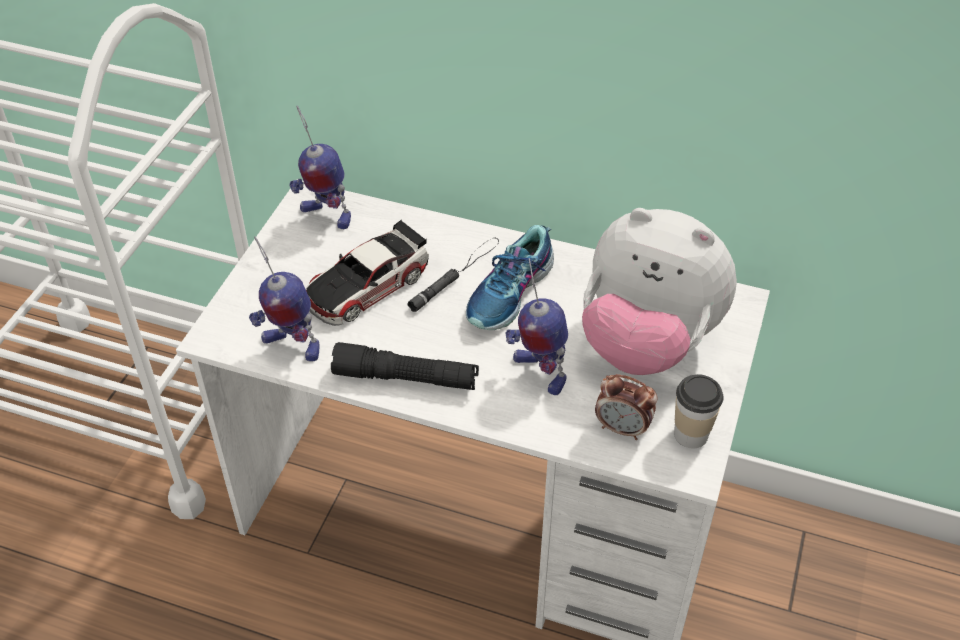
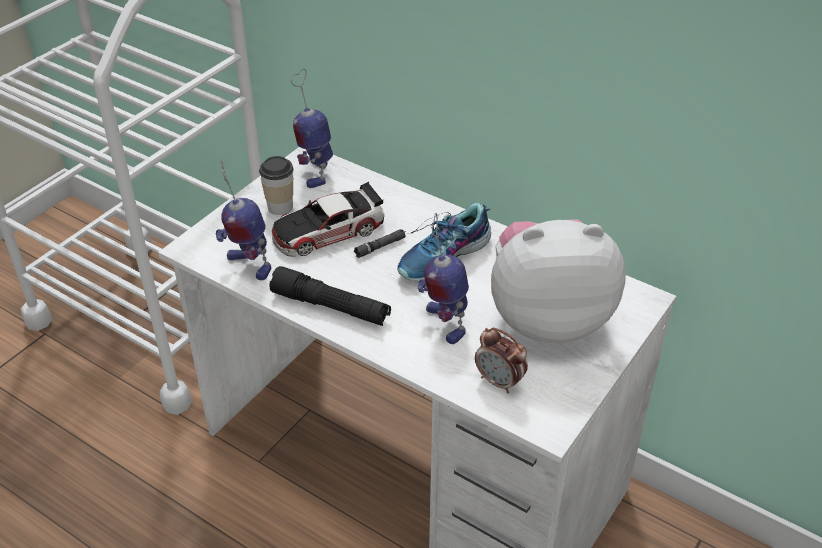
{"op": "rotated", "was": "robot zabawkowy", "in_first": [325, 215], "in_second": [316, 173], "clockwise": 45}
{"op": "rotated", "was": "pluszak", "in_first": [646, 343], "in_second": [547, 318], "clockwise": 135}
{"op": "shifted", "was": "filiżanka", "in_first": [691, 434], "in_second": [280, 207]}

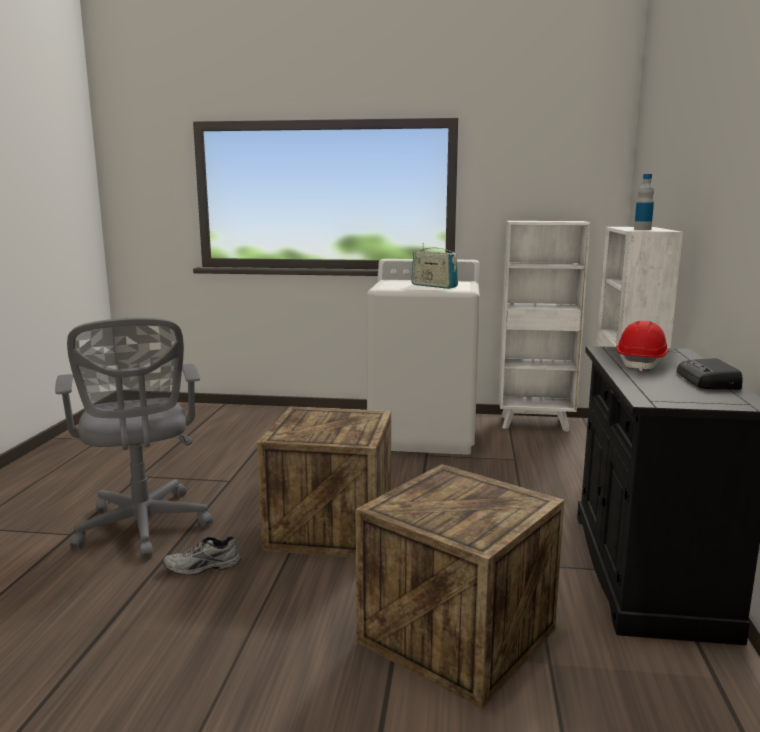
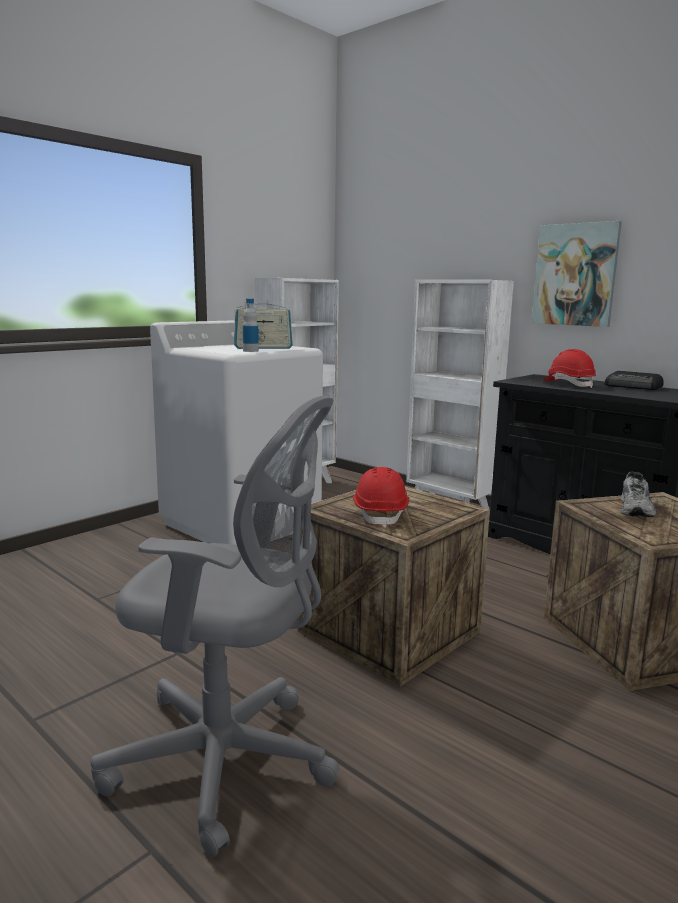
{"op": "shifted", "was": "but/szary", "in_first": [202, 567], "in_second": [637, 510]}
{"op": "shifted", "was": "butelka", "in_first": [642, 229], "in_second": [250, 351]}
{"op": "new", "now": "kask/czerwony", "in_second": [380, 514]}
{"op": "new", "now": "obraz", "in_second": [575, 275]}

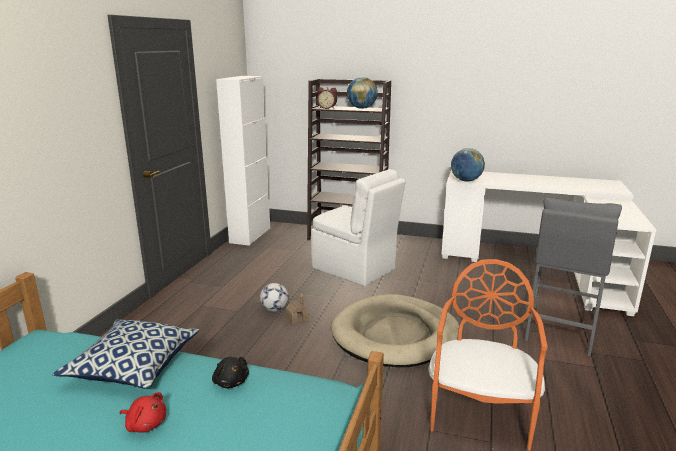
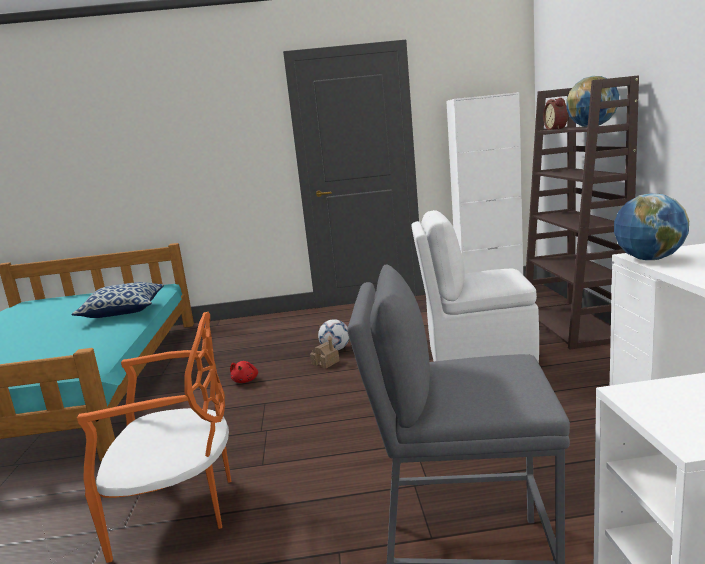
{"op": "shifted", "was": "pluszak/czerwony", "in_first": [145, 424], "in_second": [246, 380]}
{"op": "gone", "was": "pluszak/czarny", "in_first": [230, 381]}
{"op": "rotated", "was": "krzesło/biały", "in_first": [355, 269], "in_second": [477, 355], "clockwise": 75}
{"op": "gone", "was": "legowisko/beżowy", "in_first": [395, 335]}

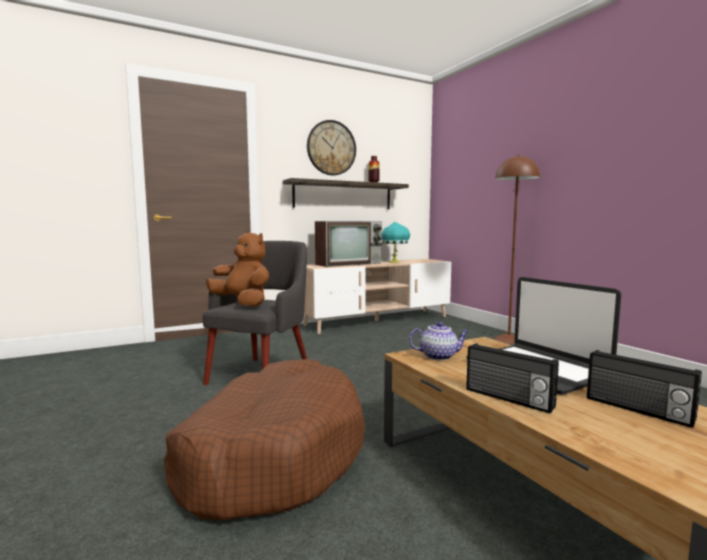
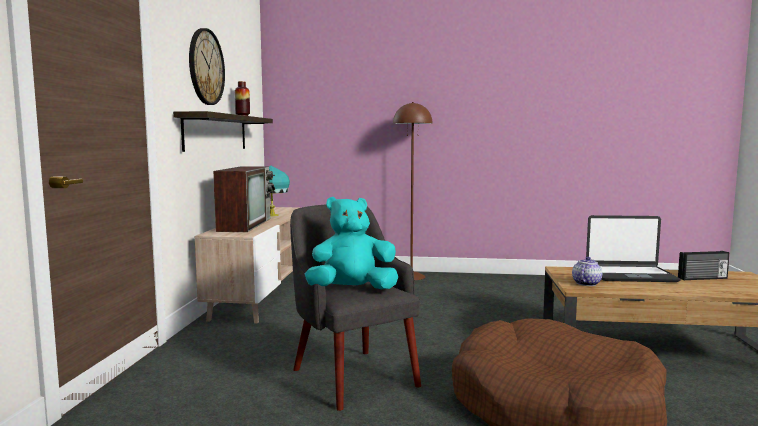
{"op": "repainted", "was": "pluszak/brązowy", "now": "pluszak/turkusowy", "in_first": [243, 303], "in_second": [352, 290]}
{"op": "gone", "was": "radio", "in_first": [508, 399]}

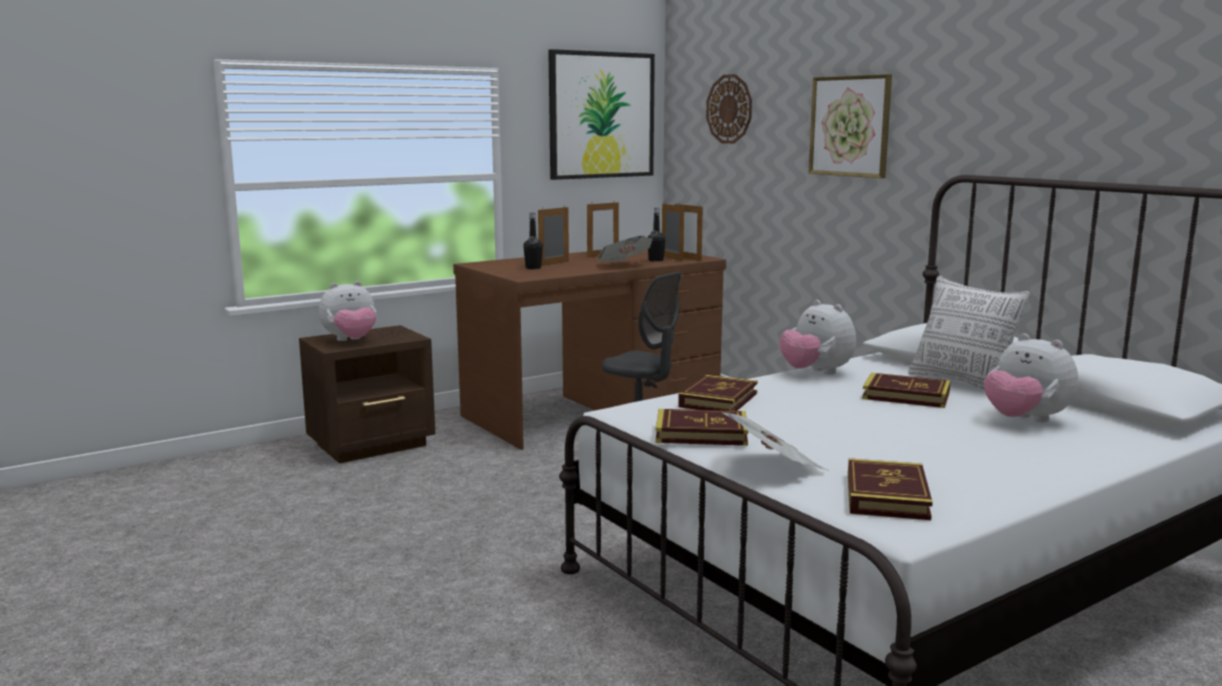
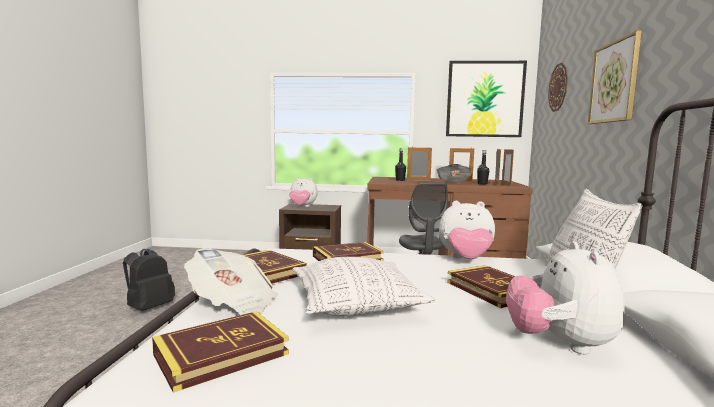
{"op": "rotated", "was": "pluszak", "in_first": [816, 372], "in_second": [465, 260], "clockwise": -90}
{"op": "new", "now": "plecak/czarny", "in_second": [149, 308]}
{"op": "new", "now": "poduszka", "in_second": [356, 304]}

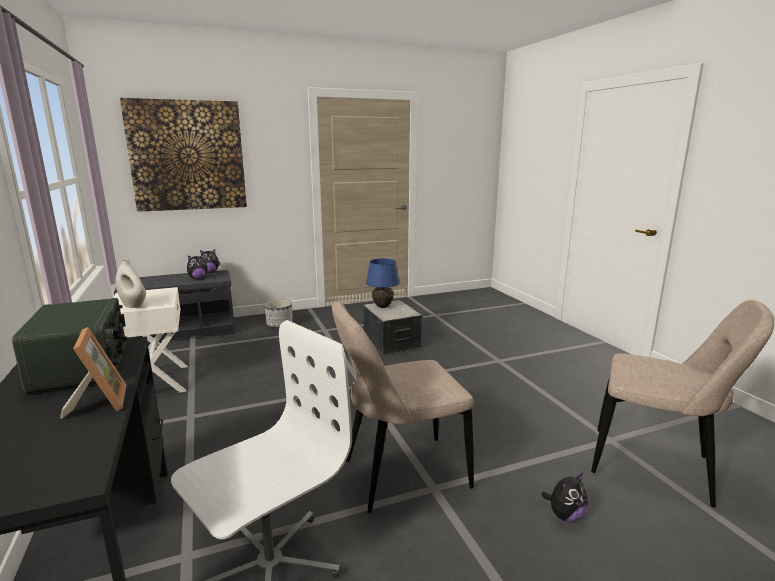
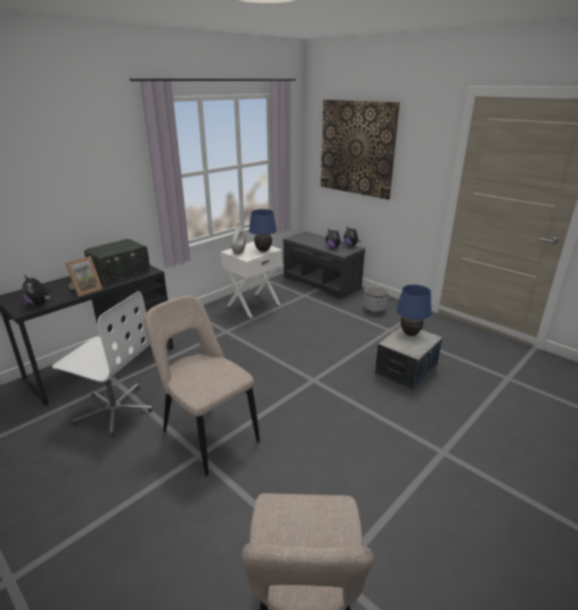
{"op": "shifted", "was": "pluszak", "in_first": [564, 515], "in_second": [39, 304]}
{"op": "new", "now": "lampa stołowa/niebieski", "in_second": [263, 251]}

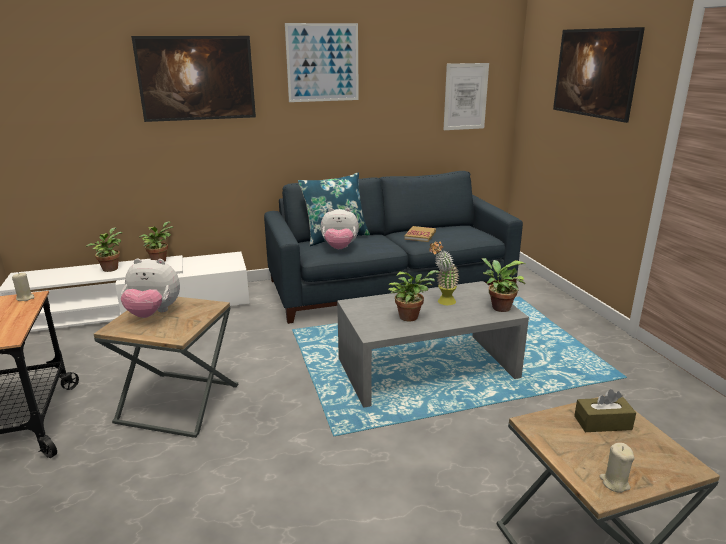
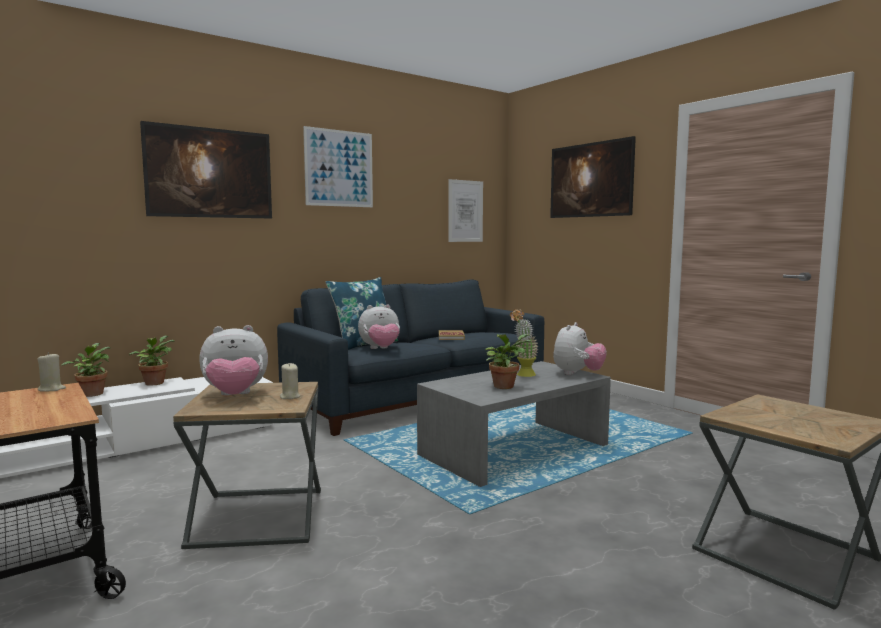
{"op": "swapped", "was": "roślina doniczkowa", "now": "pluszak", "in_first": [498, 307], "in_second": [577, 374]}
{"op": "gone", "was": "pudełko chusteczek/brązowy", "in_first": [602, 423]}
{"op": "shifted", "was": "świeca/beżowy", "in_first": [614, 483], "in_second": [289, 397]}

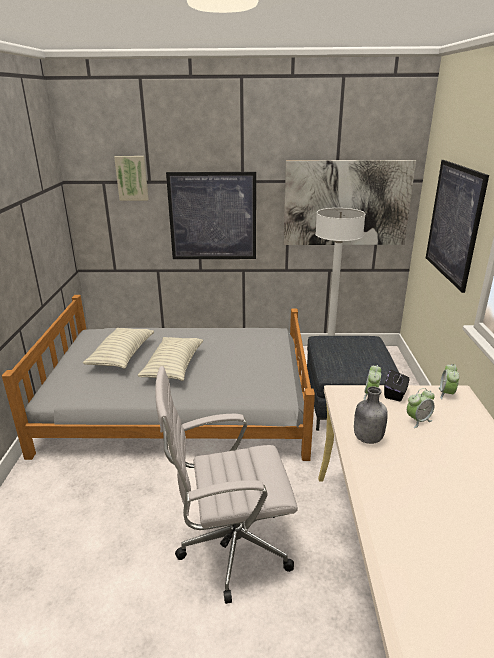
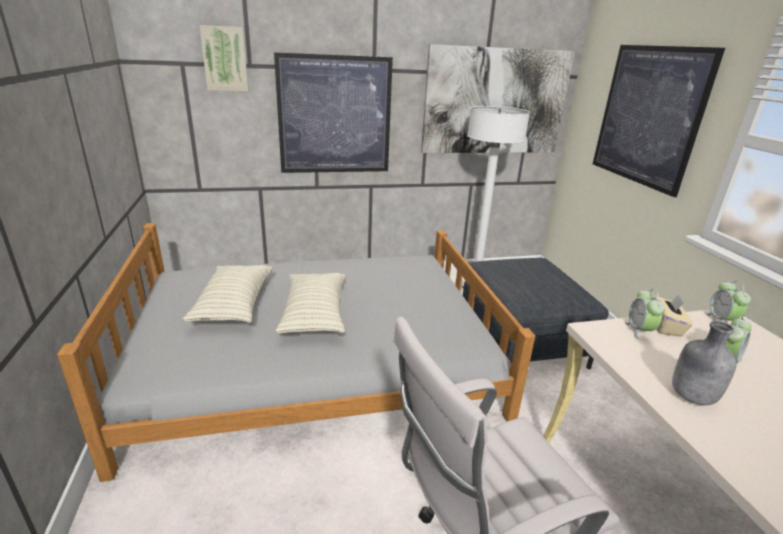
{"op": "repainted", "was": "pudełko chusteczek/czarny", "now": "pudełko chusteczek/beżowy", "in_first": [395, 393], "in_second": [665, 326]}

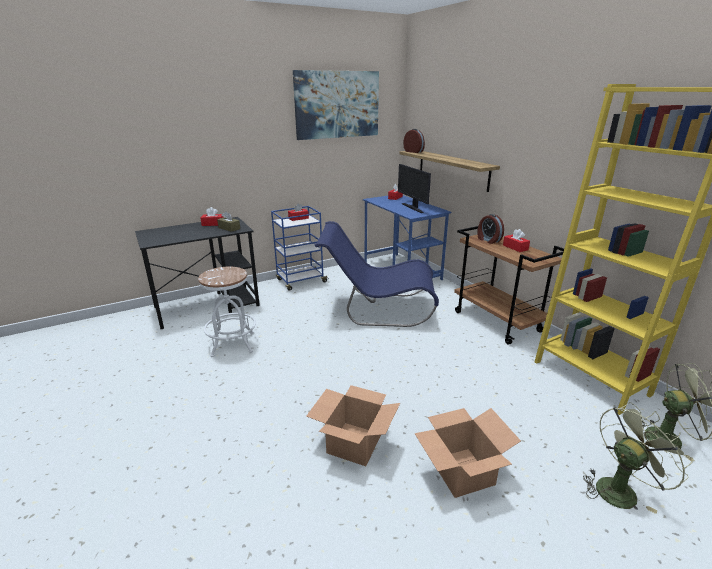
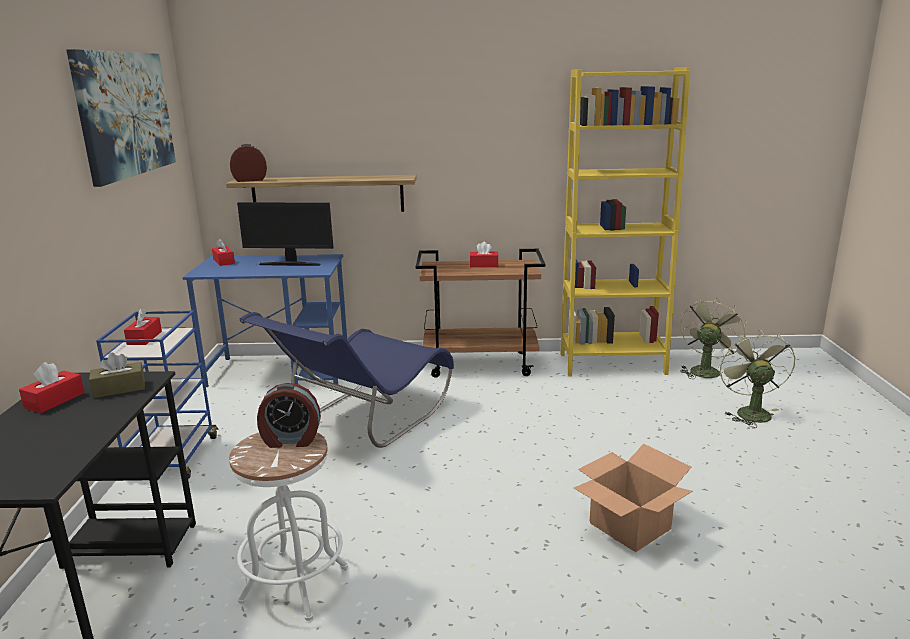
{"op": "gone", "was": "karton", "in_first": [463, 472]}
{"op": "shifted", "was": "budzik", "in_first": [488, 240], "in_second": [291, 440]}

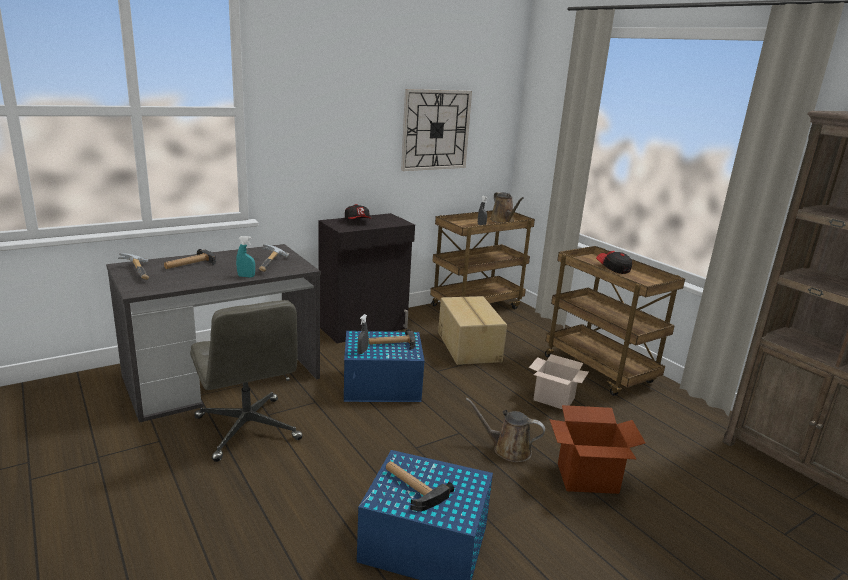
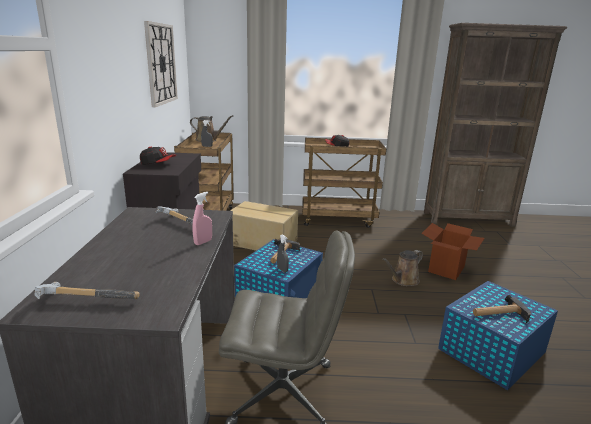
{"op": "gone", "was": "młotek", "in_first": [189, 264]}
{"op": "repainted", "was": "spryskiwacz/turkusowy", "now": "spryskiwacz/różowy", "in_first": [246, 276], "in_second": [203, 242]}
{"op": "gone", "was": "karton", "in_first": [555, 399]}

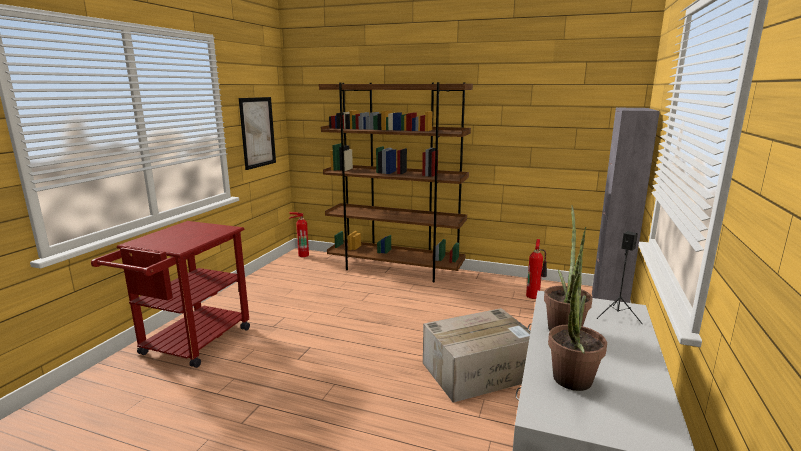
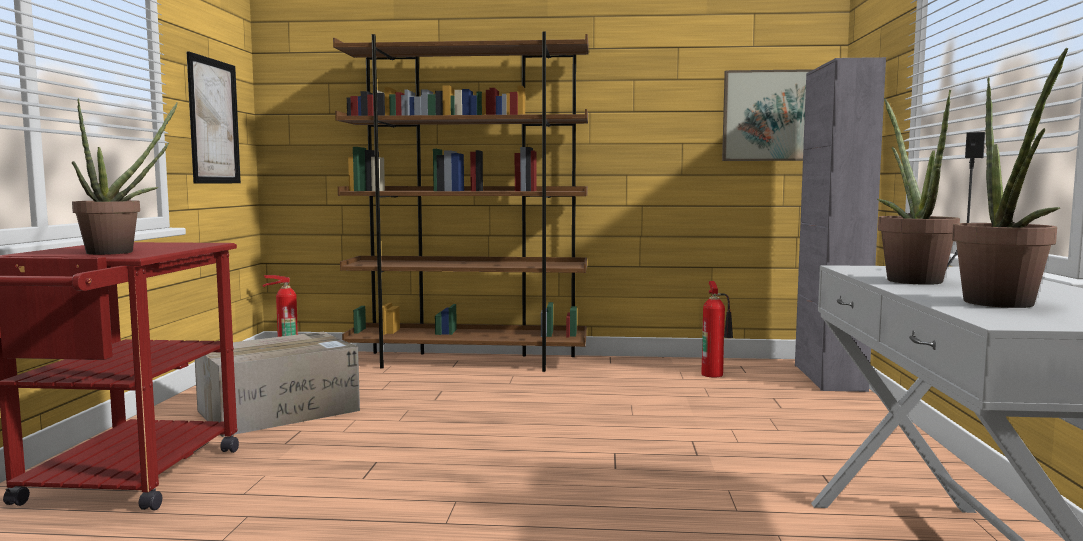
{"op": "shifted", "was": "karton", "in_first": [479, 371], "in_second": [280, 410]}
{"op": "new", "now": "roślina doniczkowa", "in_second": [120, 252]}
{"op": "new", "now": "obraz", "in_second": [768, 116]}

